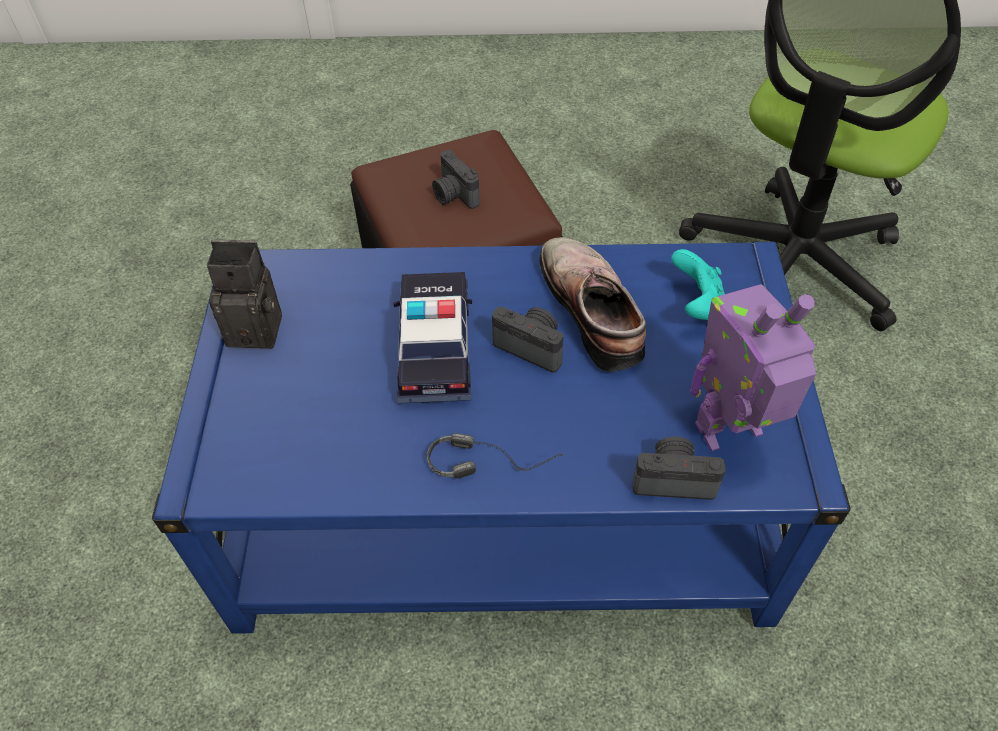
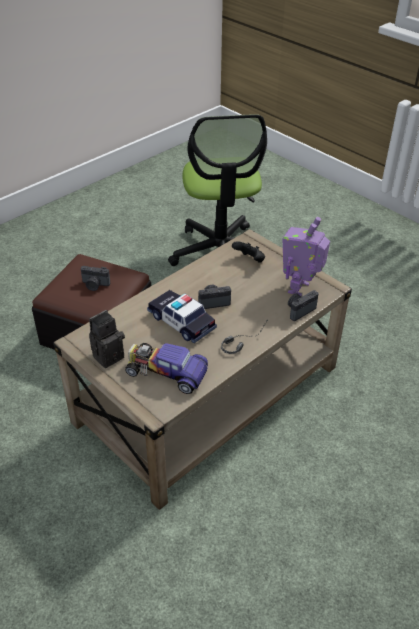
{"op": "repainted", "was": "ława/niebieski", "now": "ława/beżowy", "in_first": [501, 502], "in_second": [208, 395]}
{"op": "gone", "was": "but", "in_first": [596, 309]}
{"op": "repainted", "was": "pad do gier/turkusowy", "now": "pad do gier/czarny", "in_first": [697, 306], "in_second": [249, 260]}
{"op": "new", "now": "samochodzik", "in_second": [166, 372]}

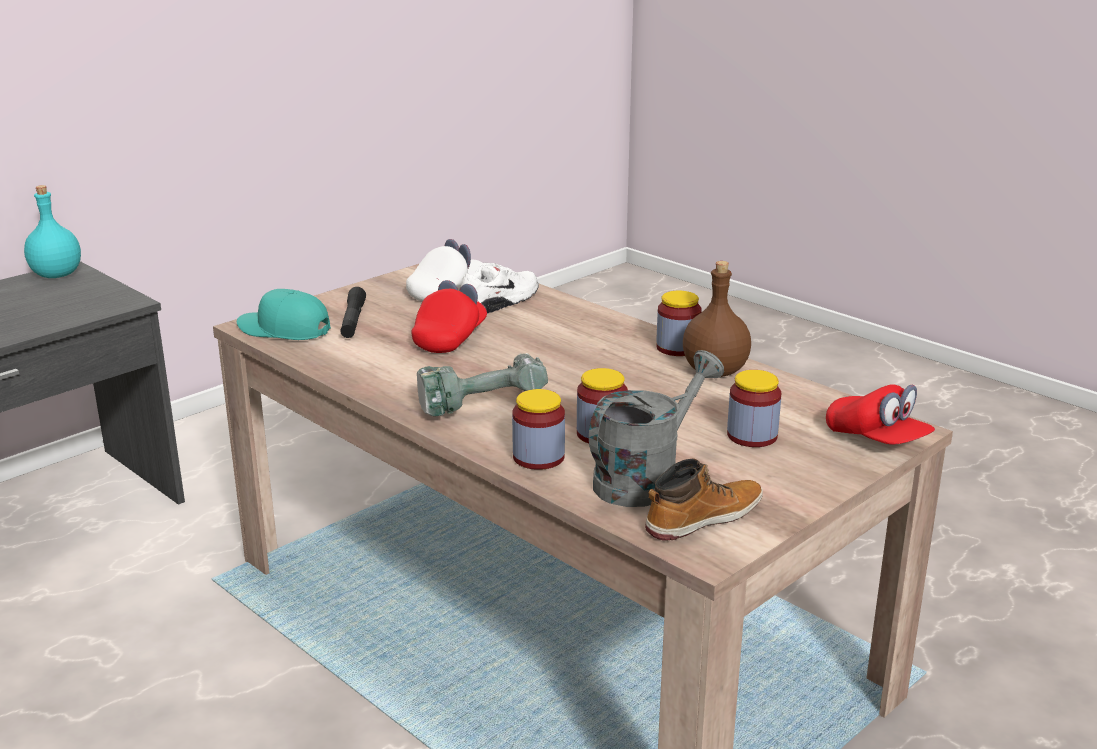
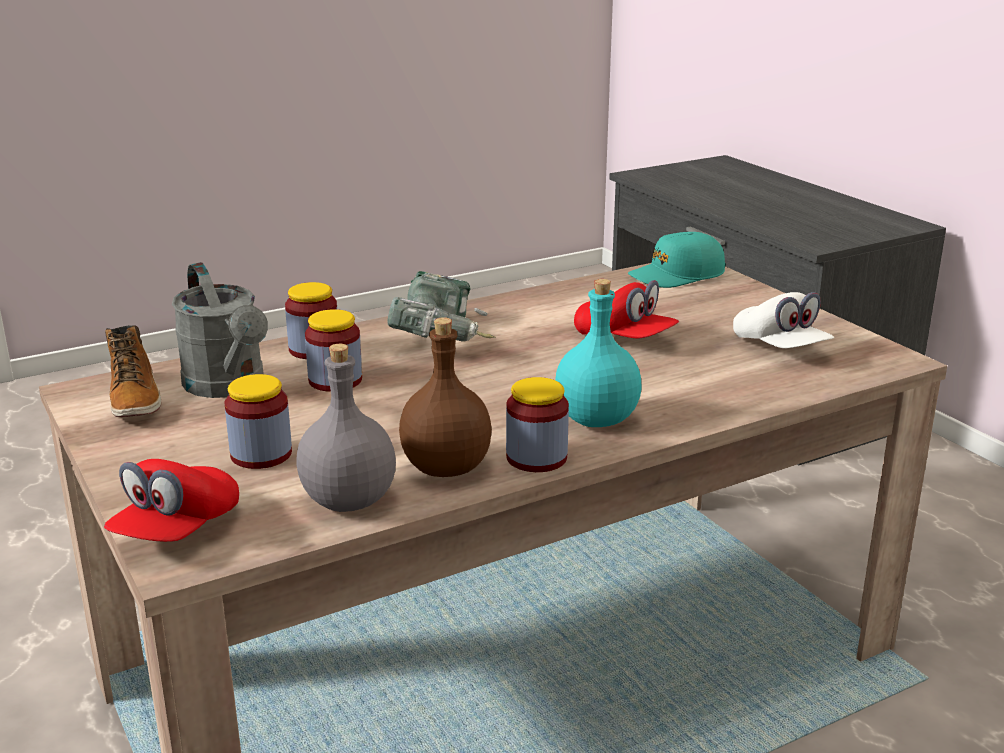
{"op": "shifted", "was": "butelka/turkusowy", "in_first": [57, 274], "in_second": [598, 419]}
{"op": "rotated", "was": "czapka z daszkiem/turkusowy", "in_first": [284, 329], "in_second": [677, 275], "clockwise": -150}
{"op": "gone", "was": "latarka/czarny", "in_first": [353, 321]}
{"op": "gone", "was": "but/biały", "in_first": [502, 302]}
{"op": "rotated", "was": "czapka z daszkiem/czerwony", "in_first": [876, 440], "in_second": [176, 530], "clockwise": -45}
{"op": "new", "now": "butelka/szary", "in_second": [348, 500]}

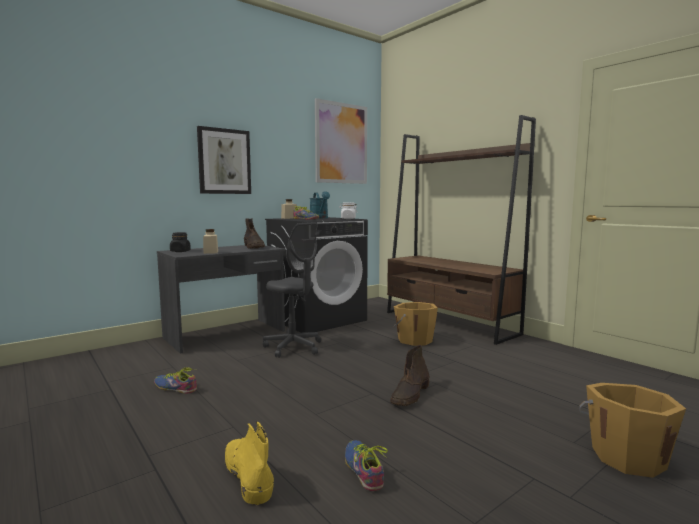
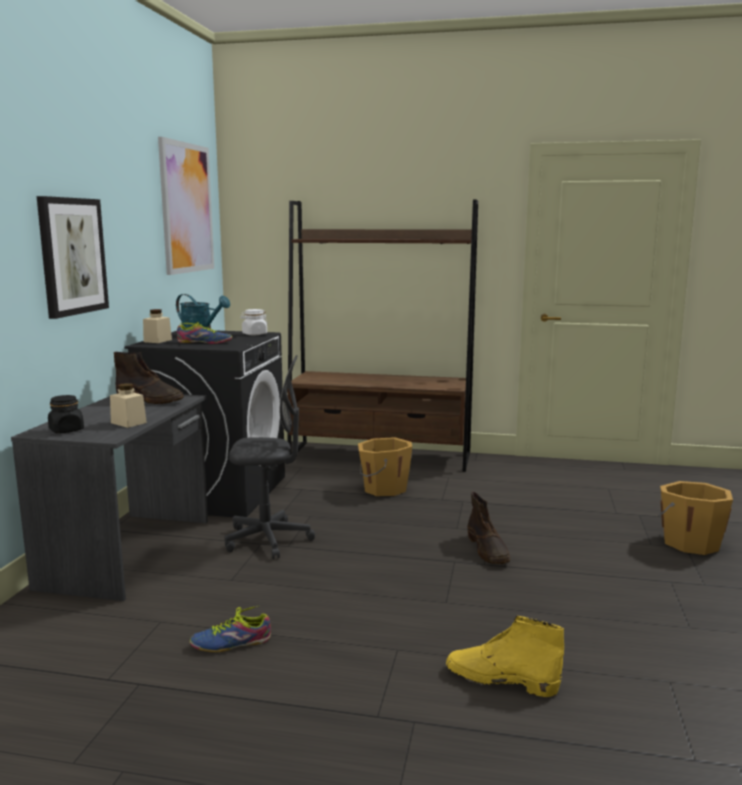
{"op": "gone", "was": "but", "in_first": [363, 469]}

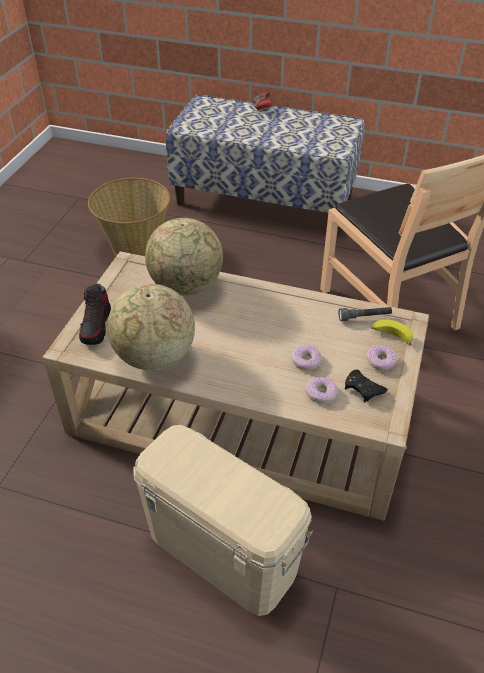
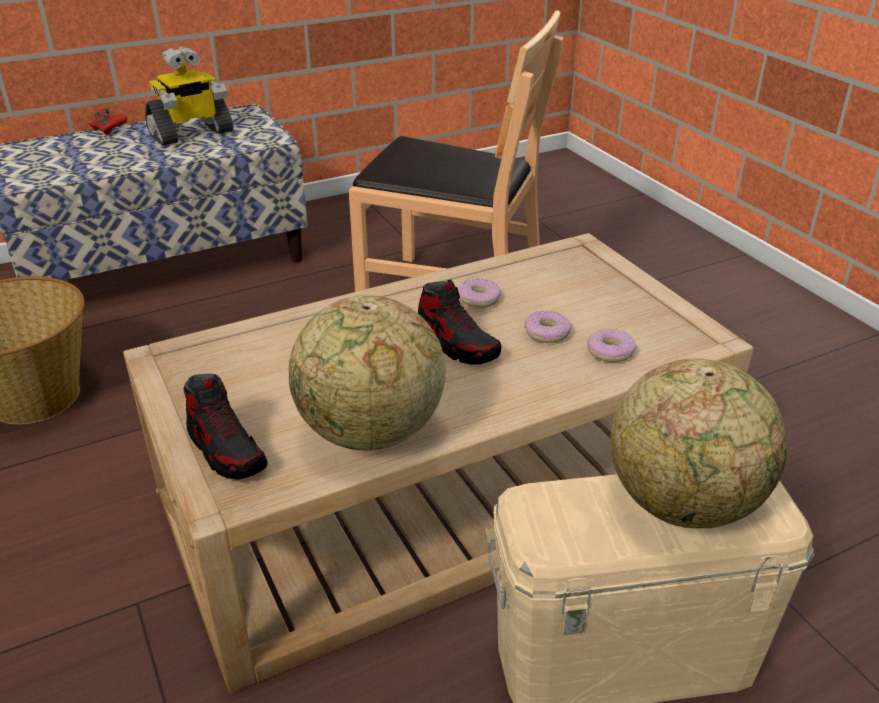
{"op": "shifted", "was": "globus", "in_first": [186, 286], "in_second": [684, 503]}
{"op": "gone", "was": "latarka/szary", "in_first": [364, 317]}
{"op": "gone", "was": "pad do gier/czarny", "in_first": [363, 388]}
{"op": "shifted", "was": "donut", "in_first": [381, 361], "in_second": [478, 299]}
{"op": "gone", "was": "banan", "in_first": [391, 336]}
{"op": "new", "now": "robot zabawkowy", "in_second": [191, 133]}
{"op": "new", "now": "but", "in_second": [456, 345]}

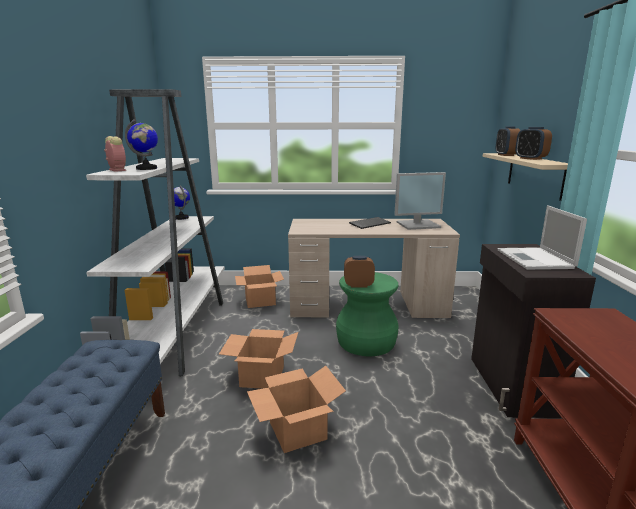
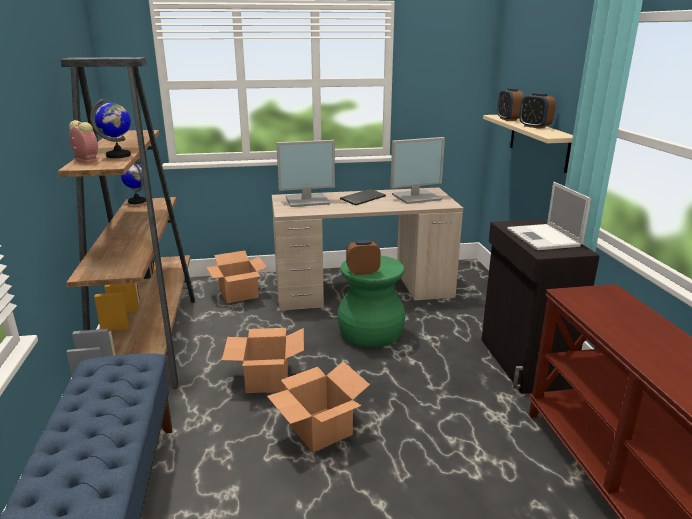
{"op": "repainted", "was": "regał/biały", "now": "regał/brązowy", "in_first": [175, 332], "in_second": [149, 339]}
{"op": "new", "now": "monitor", "in_second": [308, 200]}

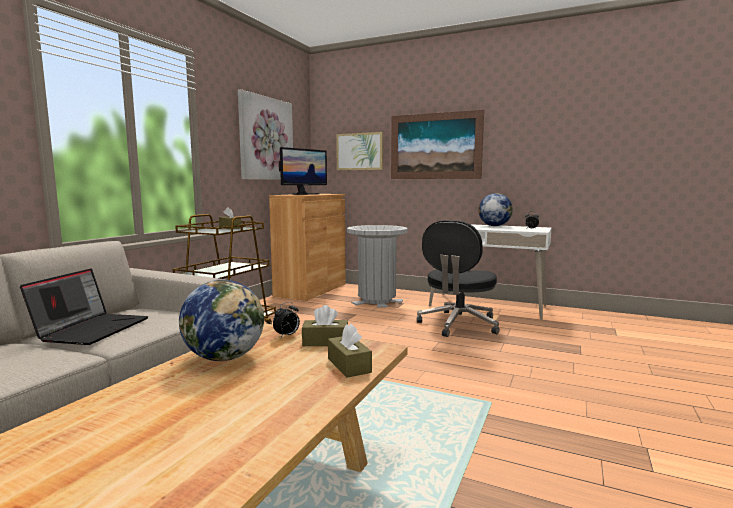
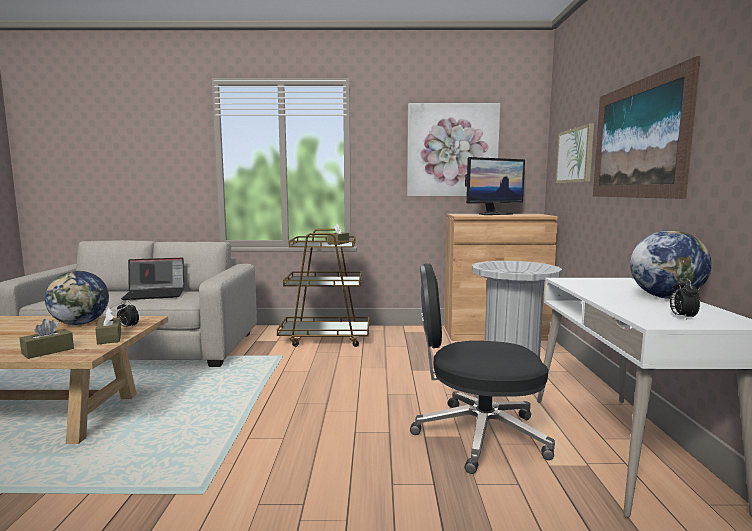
{"op": "rotated", "was": "monitor", "in_first": [303, 194], "in_second": [493, 214], "clockwise": -45}

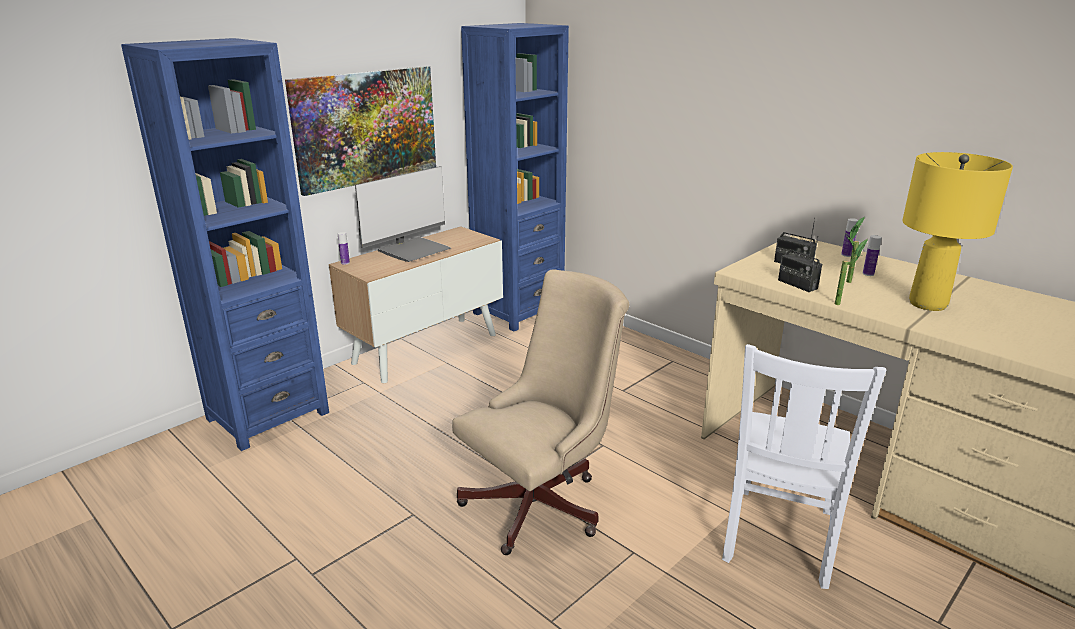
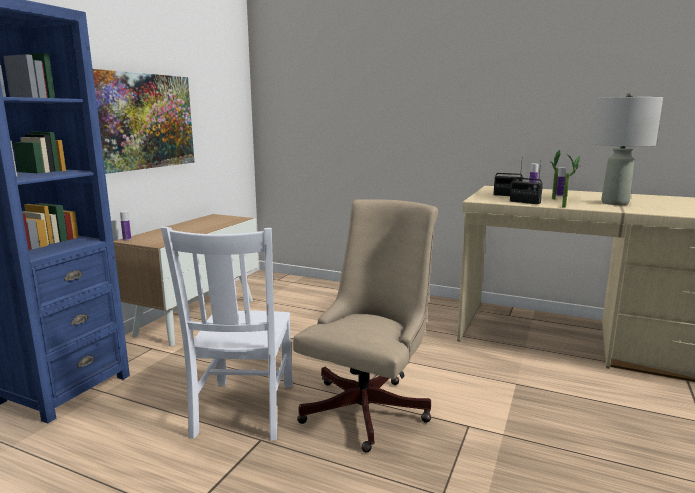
{"op": "gone", "was": "monitor", "in_first": [413, 250]}
{"op": "gone", "was": "regał/niebieski", "in_first": [518, 311]}
{"op": "shifted", "was": "krzesło/biały", "in_first": [779, 538], "in_second": [243, 411]}
{"op": "repainted", "was": "lampa stołowa/żółty", "now": "lampa stołowa/szary", "in_first": [927, 304], "in_second": [614, 203]}

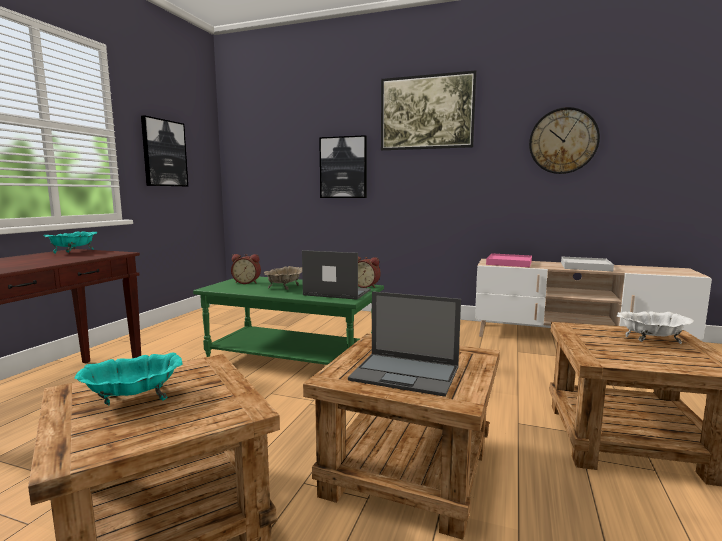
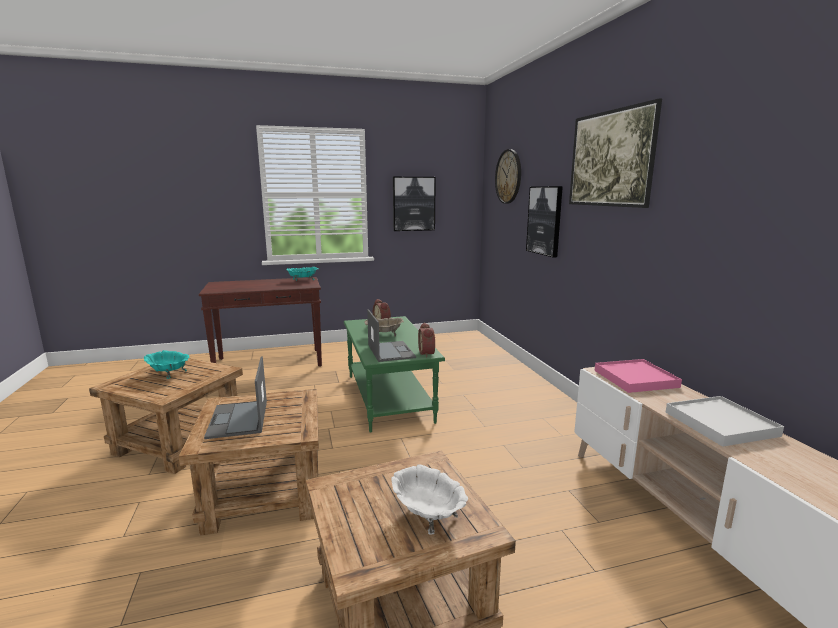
{"op": "shifted", "was": "zegar ścienny", "in_first": [563, 141], "in_second": [508, 176]}

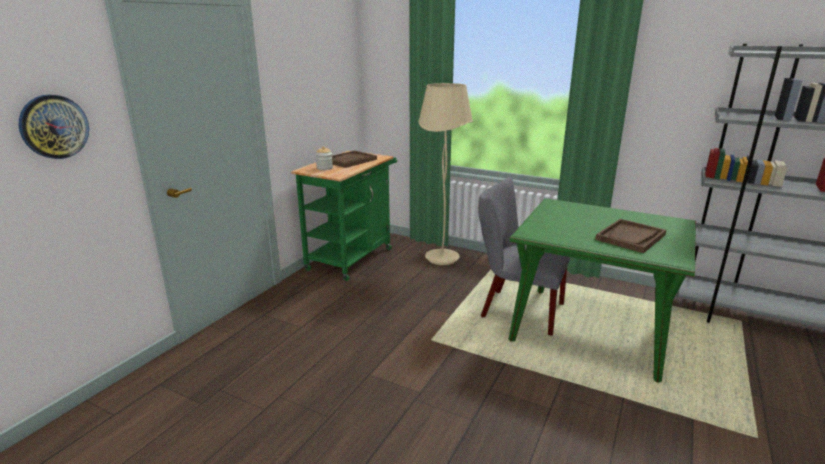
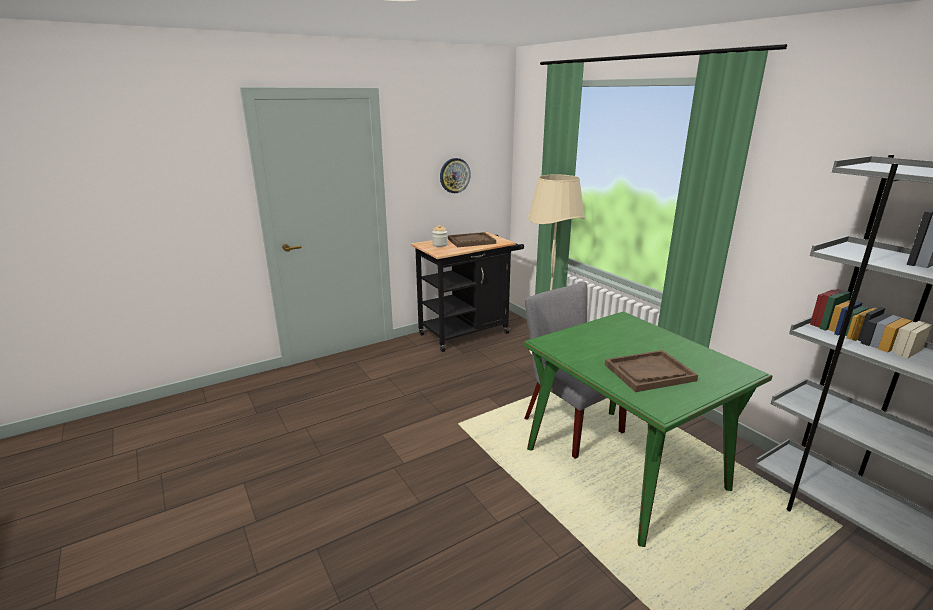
{"op": "shifted", "was": "zegar ścienny", "in_first": [54, 126], "in_second": [454, 175]}
{"op": "repainted", "was": "wózek/zielony", "now": "wózek/czarny", "in_first": [353, 256], "in_second": [468, 332]}

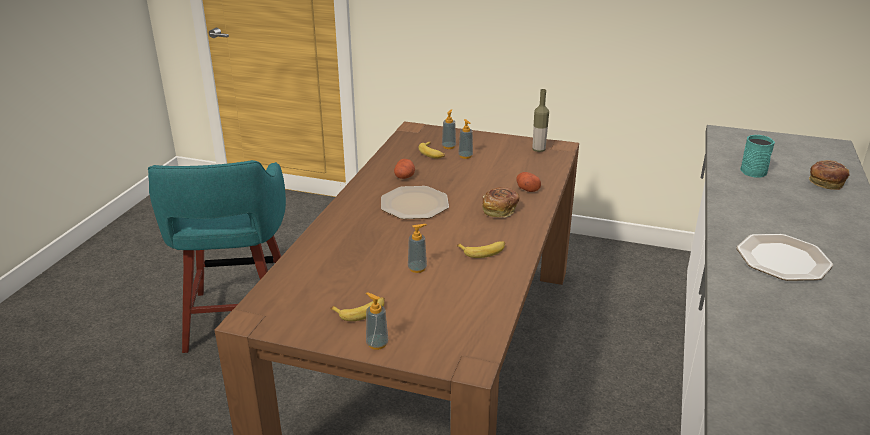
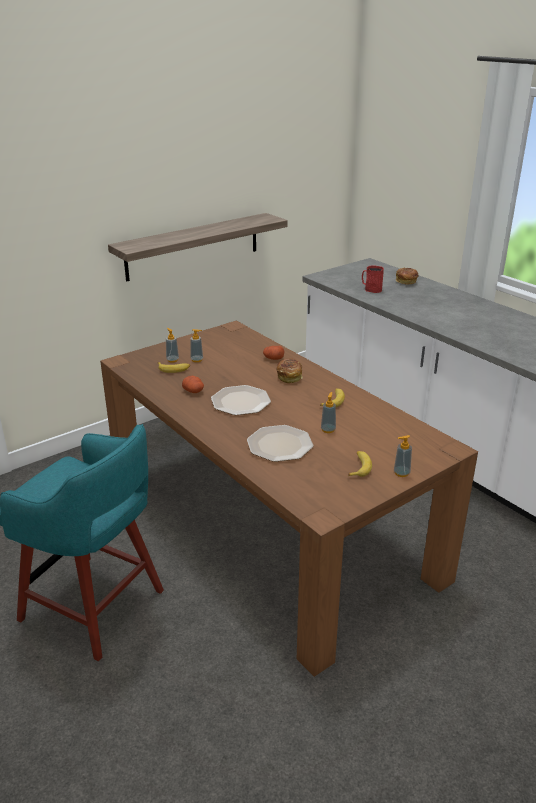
{"op": "gone", "was": "butelka", "in_first": [538, 150]}
{"op": "shifted", "was": "talerz", "in_first": [782, 259], "in_second": [280, 445]}
{"op": "repainted", "was": "kubek/turkusowy", "now": "kubek/czerwony", "in_first": [752, 169], "in_second": [371, 289]}
{"op": "new", "now": "półka", "in_second": [193, 246]}

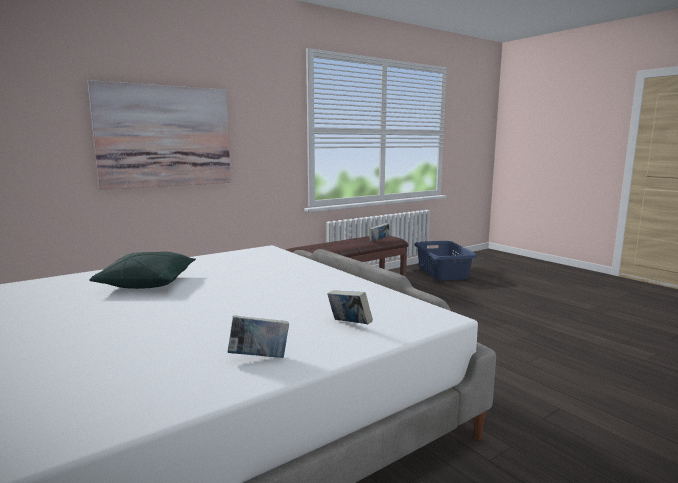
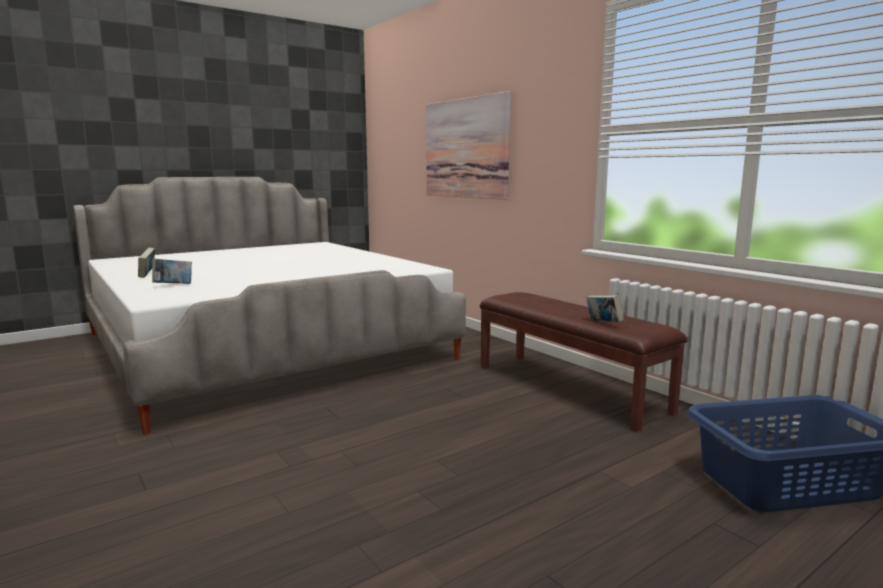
{"op": "gone", "was": "poduszka/zielony", "in_first": [148, 282]}

